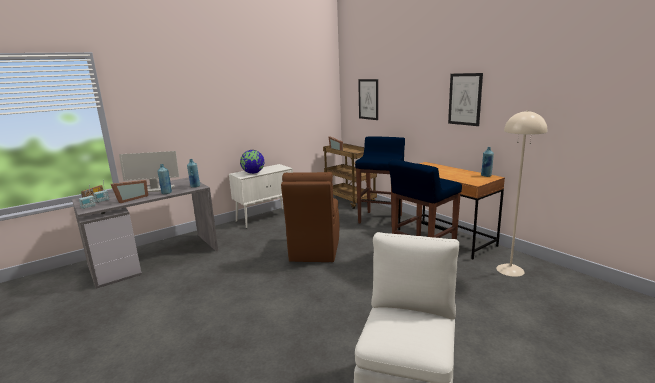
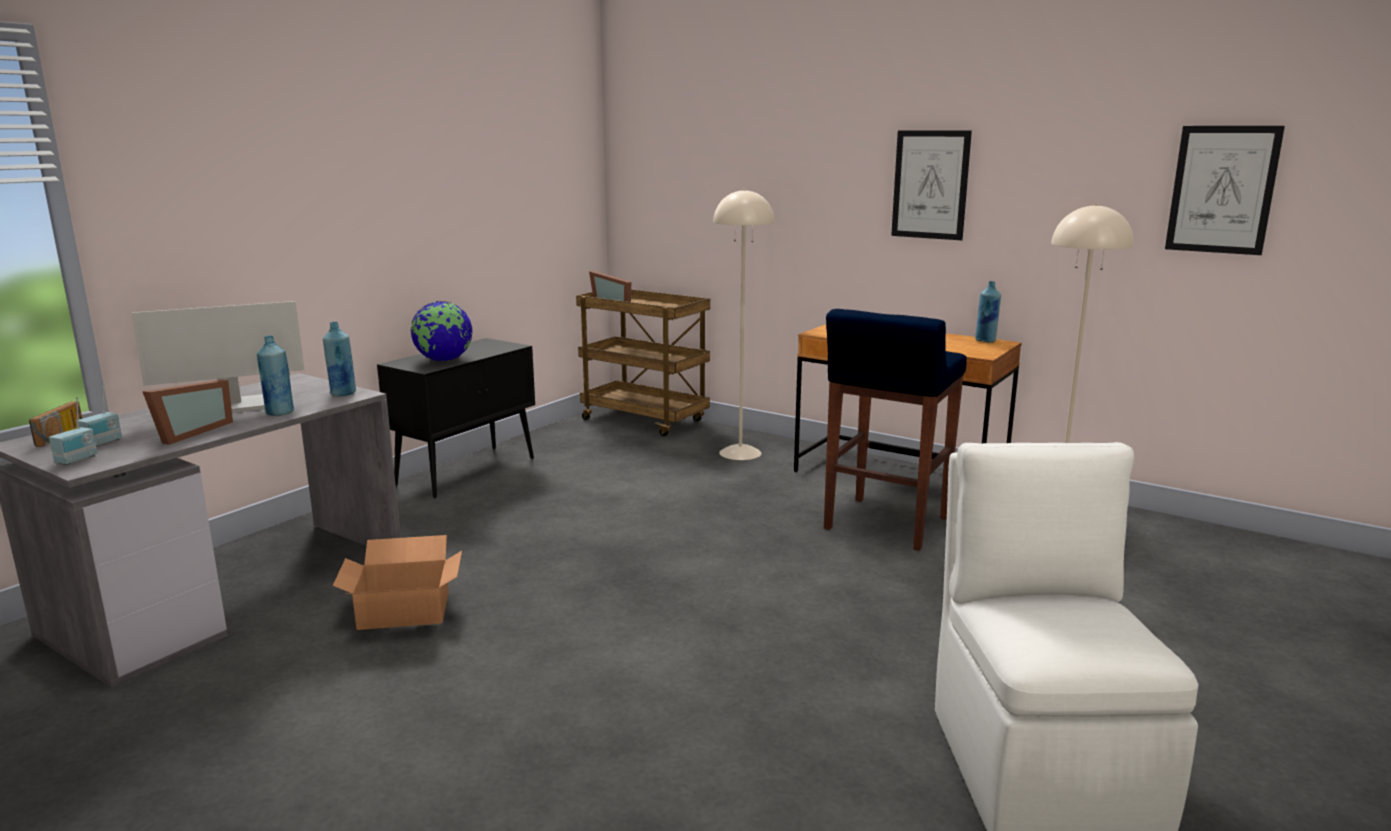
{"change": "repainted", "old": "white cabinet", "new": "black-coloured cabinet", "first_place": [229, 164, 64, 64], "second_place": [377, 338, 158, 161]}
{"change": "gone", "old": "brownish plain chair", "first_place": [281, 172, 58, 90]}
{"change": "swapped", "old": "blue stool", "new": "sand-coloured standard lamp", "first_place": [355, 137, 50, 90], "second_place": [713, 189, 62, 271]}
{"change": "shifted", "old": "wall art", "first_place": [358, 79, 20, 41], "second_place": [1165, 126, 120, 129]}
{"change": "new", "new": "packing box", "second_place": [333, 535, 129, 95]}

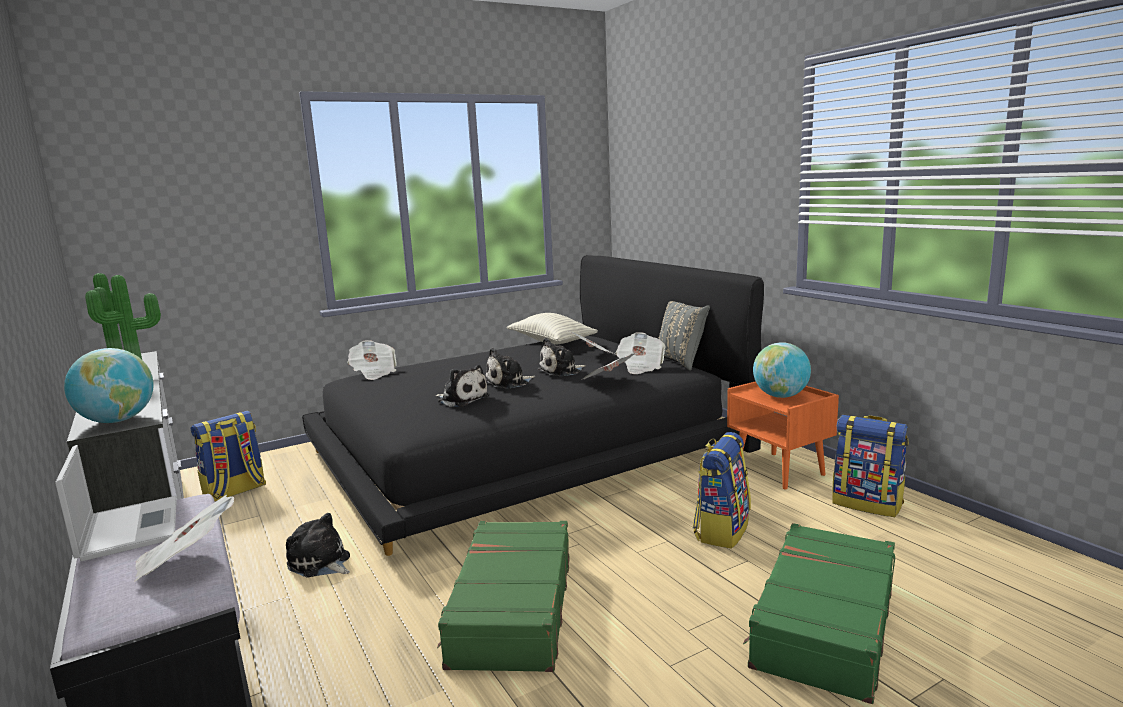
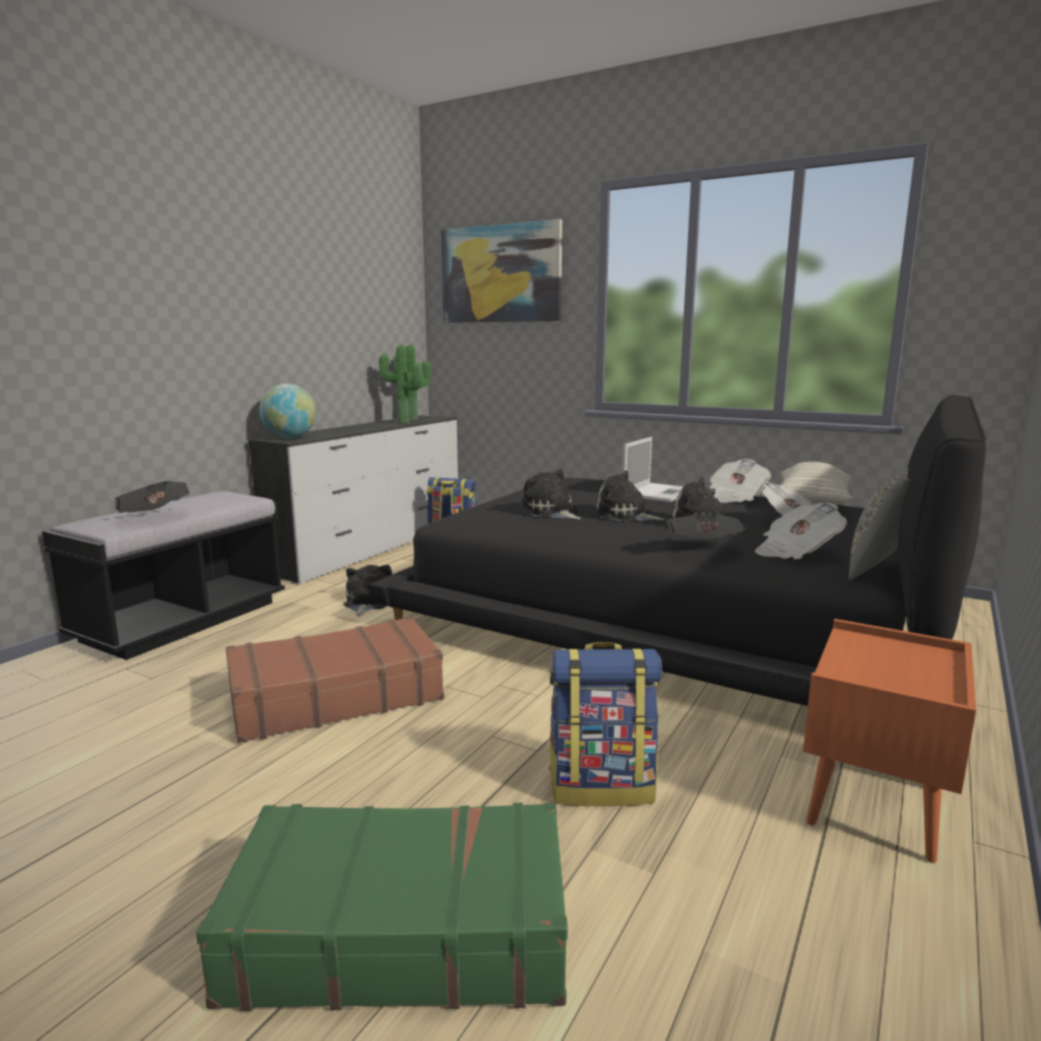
{"change": "shifted", "old": "notebook computer", "first_place": [55, 445, 122, 116], "second_place": [622, 437, 62, 65]}
{"change": "shifted", "old": "printed paper", "first_place": [348, 340, 49, 40], "second_place": [709, 459, 62, 44]}
{"change": "rotated", "old": "cuddly toy", "first_place": [435, 365, 55, 42], "second_place": [521, 468, 60, 51], "degrees": 135}
{"change": "repainted", "old": "green-coloured piece of luggage", "new": "brownish piece of luggage", "first_place": [437, 521, 133, 151], "second_place": [226, 617, 218, 126]}
{"change": "gone", "old": "globe", "first_place": [753, 342, 58, 56]}
{"change": "gone", "old": "rucksack", "first_place": [832, 415, 77, 102]}
{"change": "new", "new": "wall art", "second_place": [441, 219, 121, 104]}

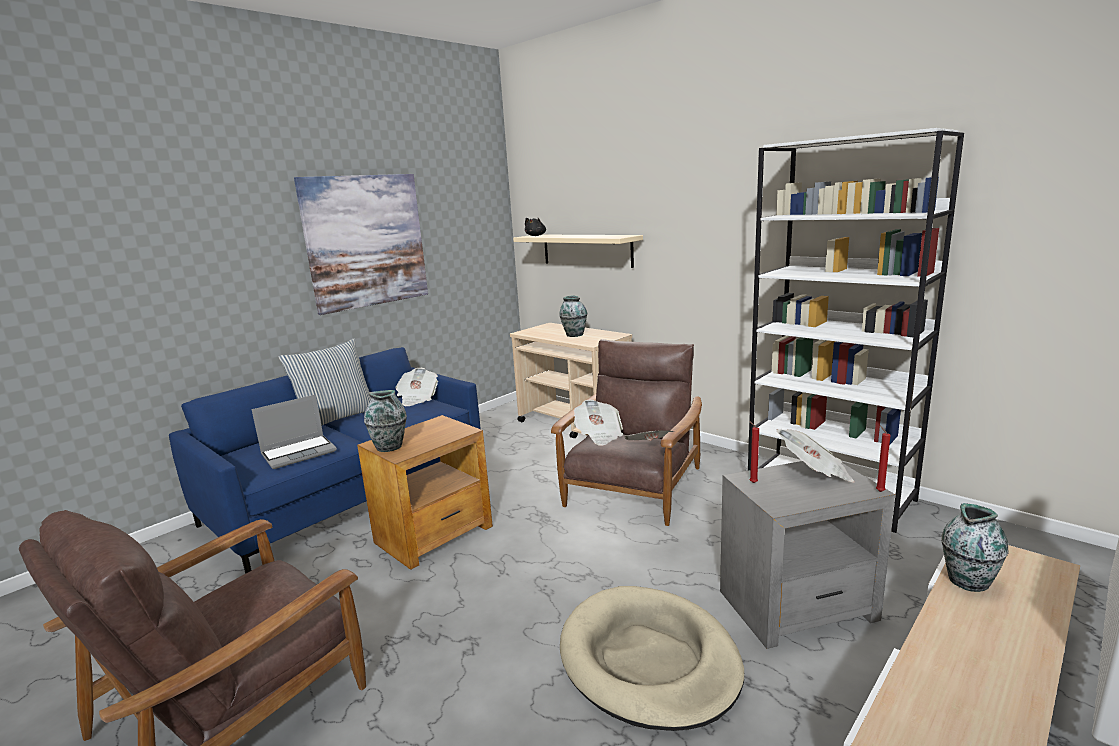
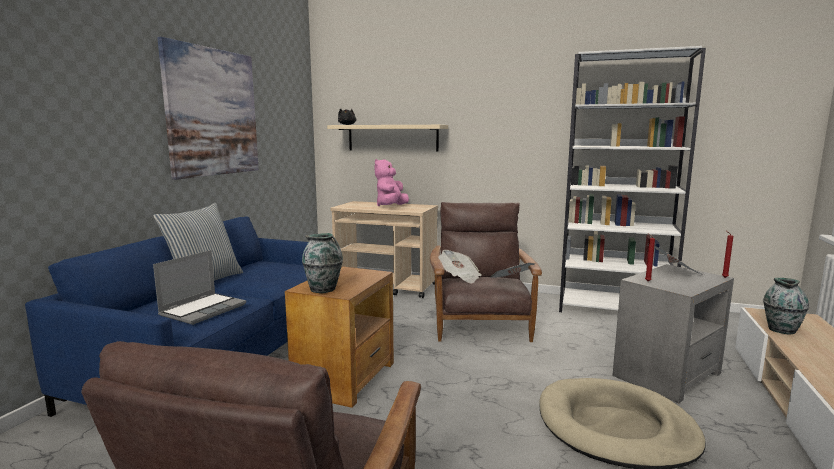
{"change": "gone", "old": "printed paper", "first_place": [395, 368, 43, 38]}
{"change": "swapped", "old": "vase", "new": "pink cuddly toy", "first_place": [560, 295, 27, 42], "second_place": [374, 159, 35, 47]}

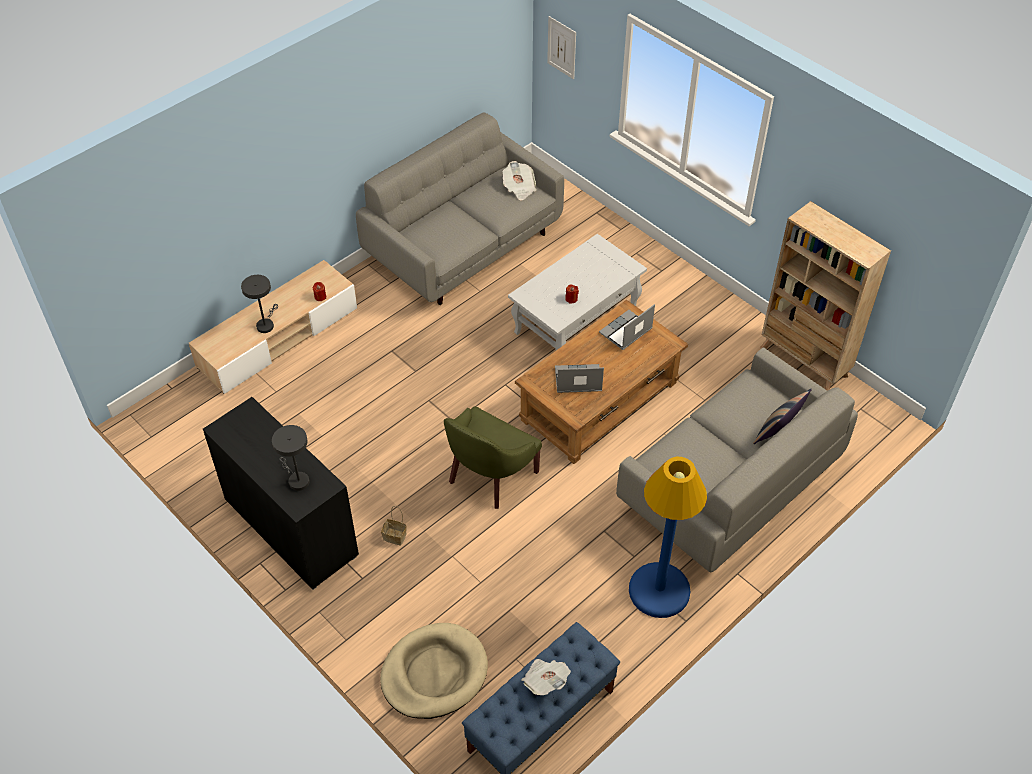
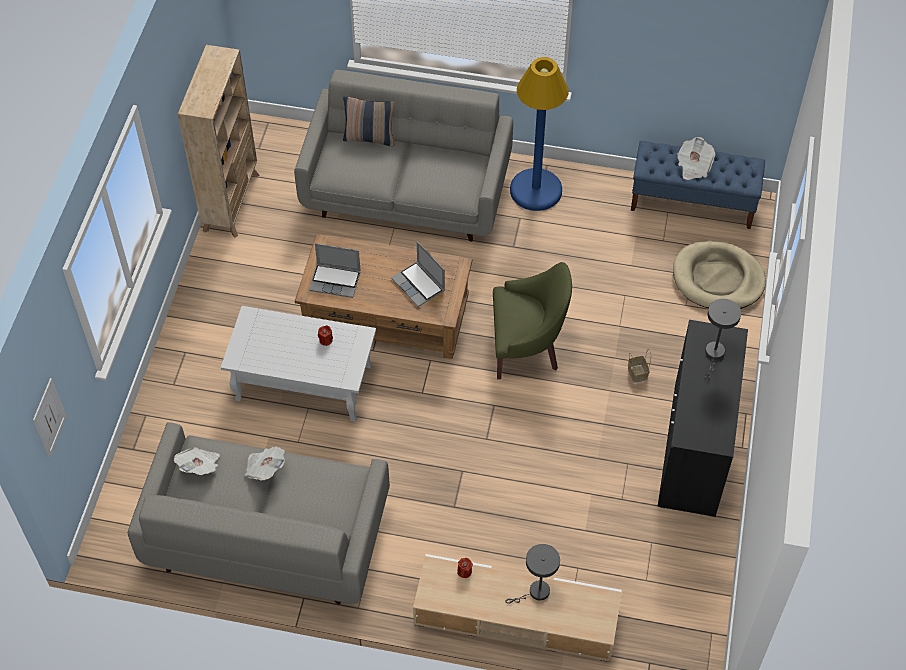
{"change": "new", "new": "printed paper", "second_place": [245, 446, 40, 34]}

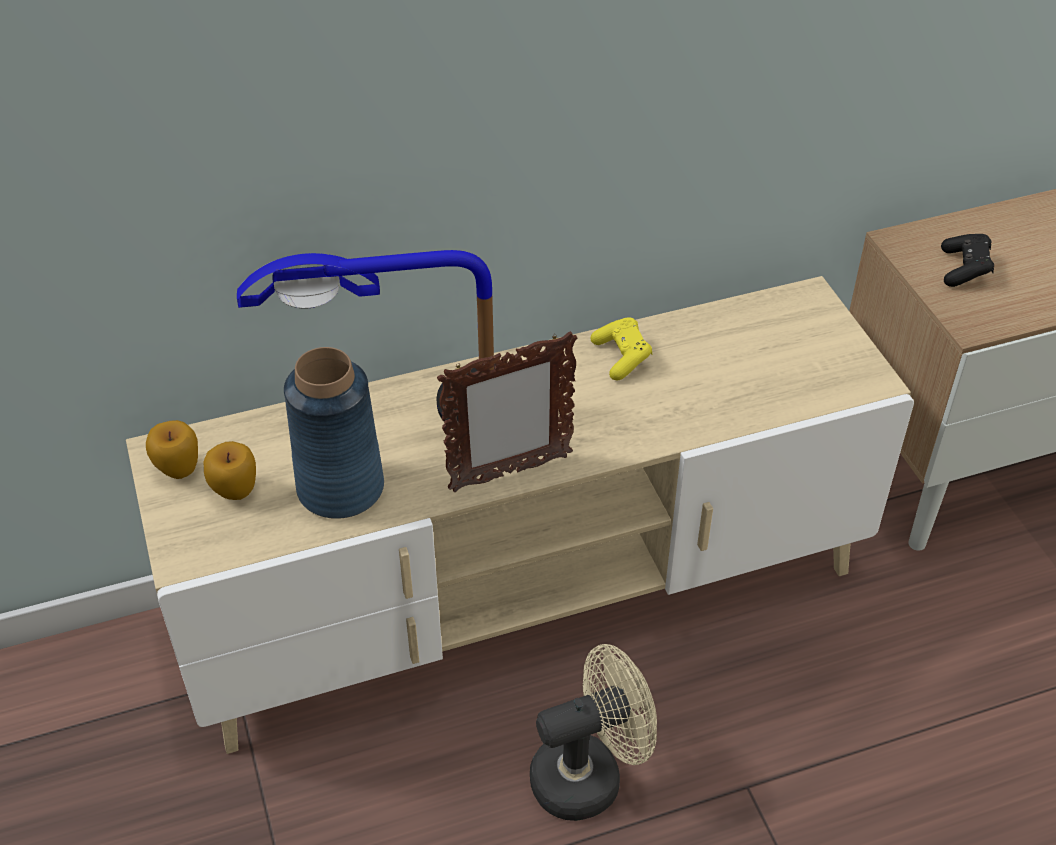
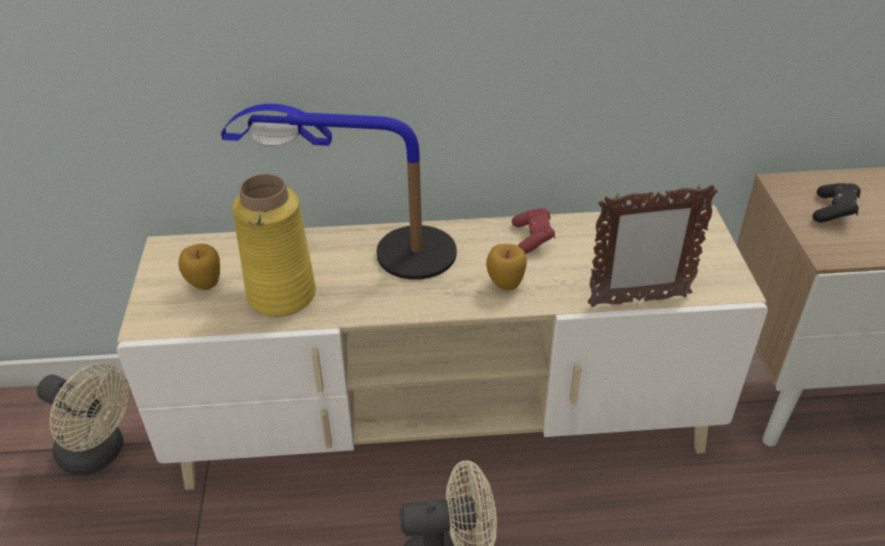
{"change": "shifted", "old": "whole apple", "first_place": [146, 420, 52, 59], "second_place": [486, 244, 41, 47]}
{"change": "repainted", "old": "blue vase", "new": "yellow-coloured vase", "first_place": [284, 347, 100, 172], "second_place": [232, 174, 84, 143]}
{"change": "shifted", "old": "photo frame", "first_place": [437, 331, 140, 161], "second_place": [588, 184, 130, 123]}
{"change": "repainted", "old": "yellow-coloured game controller", "new": "reddish game controller", "first_place": [591, 317, 61, 63], "second_place": [512, 208, 43, 46]}
{"change": "new", "new": "sand-coloured electric fan", "second_place": [37, 363, 92, 113]}

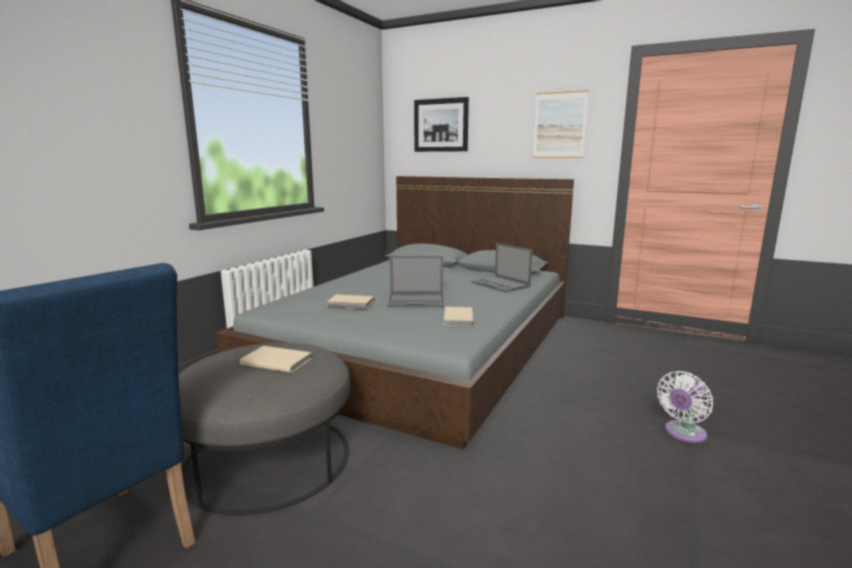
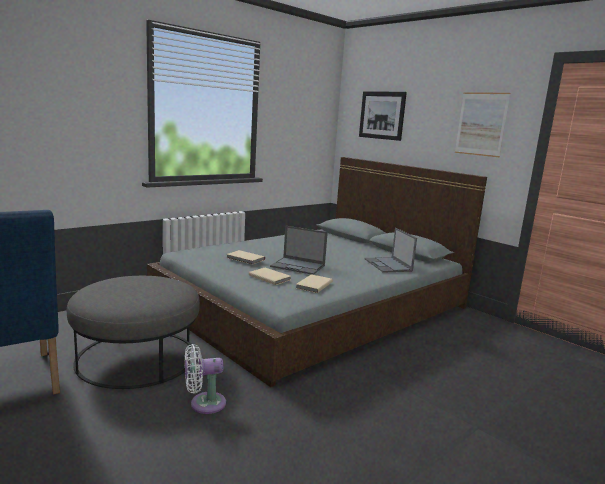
{"change": "shifted", "old": "sand-coloured book", "first_place": [240, 346, 72, 27], "second_place": [249, 268, 42, 17]}
{"change": "shifted", "old": "white electric fan", "first_place": [657, 371, 56, 72], "second_place": [185, 344, 41, 70]}

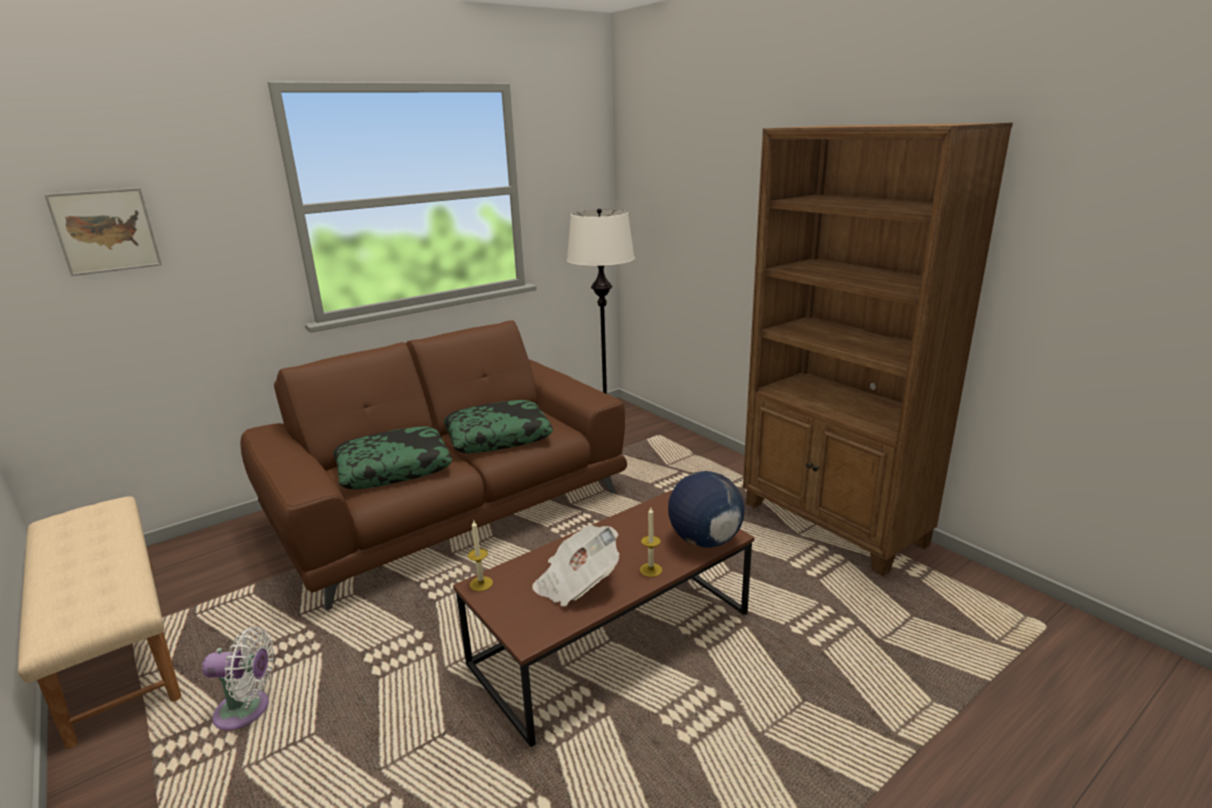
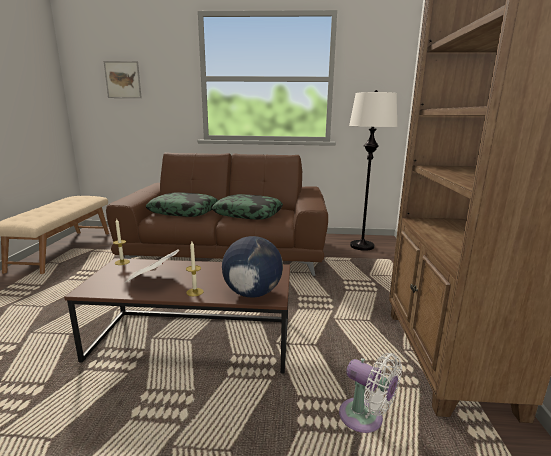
{"change": "shifted", "old": "white electric fan", "first_place": [202, 627, 72, 103], "second_place": [339, 353, 63, 80]}

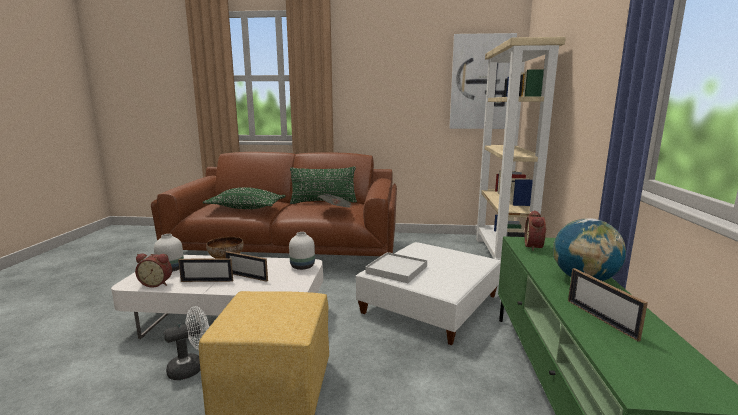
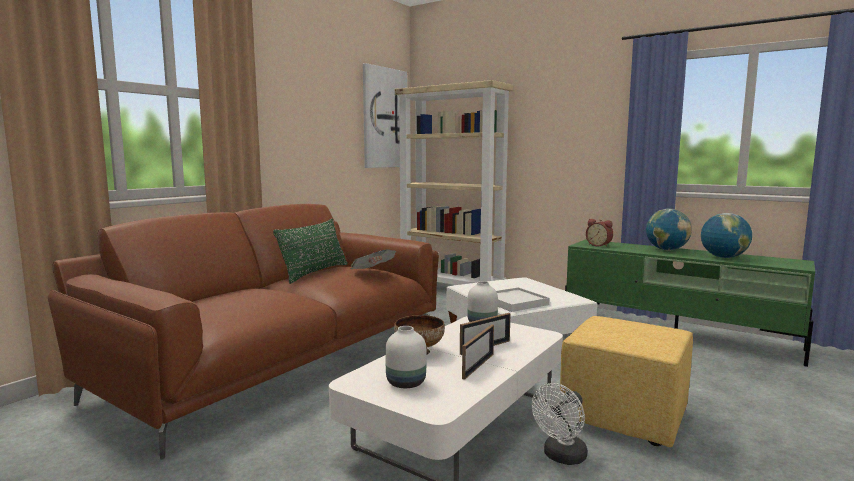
{"change": "gone", "old": "bedside clock", "first_place": [135, 253, 37, 34]}
{"change": "rotated", "old": "white electric fan", "first_place": [164, 306, 45, 74], "second_place": [532, 383, 55, 82], "degrees": -135}
{"change": "gone", "old": "green-coloured pillow", "first_place": [203, 187, 83, 22]}
{"change": "swapped", "old": "photo frame", "new": "globe", "first_place": [568, 268, 80, 73], "second_place": [701, 213, 51, 45]}

